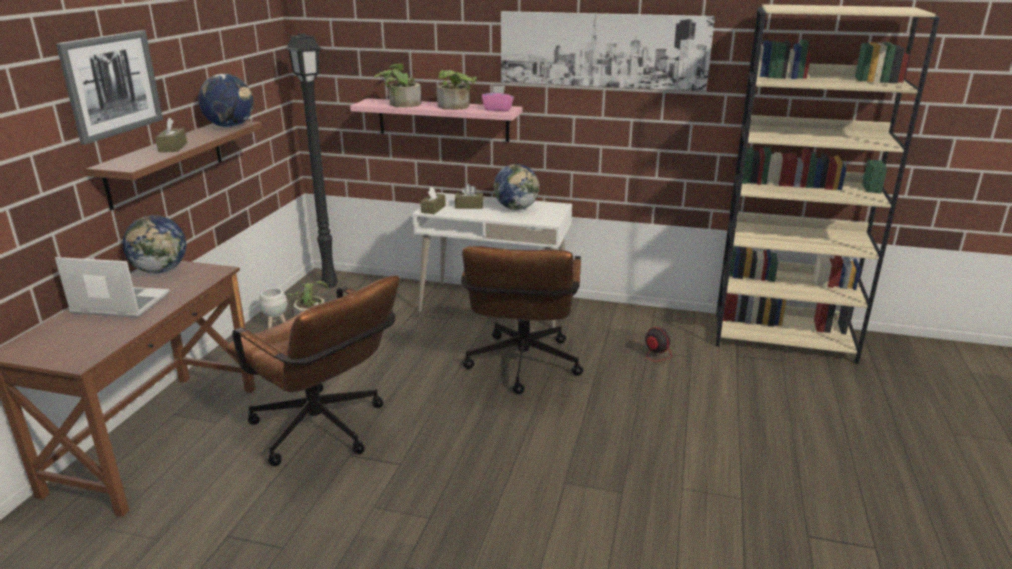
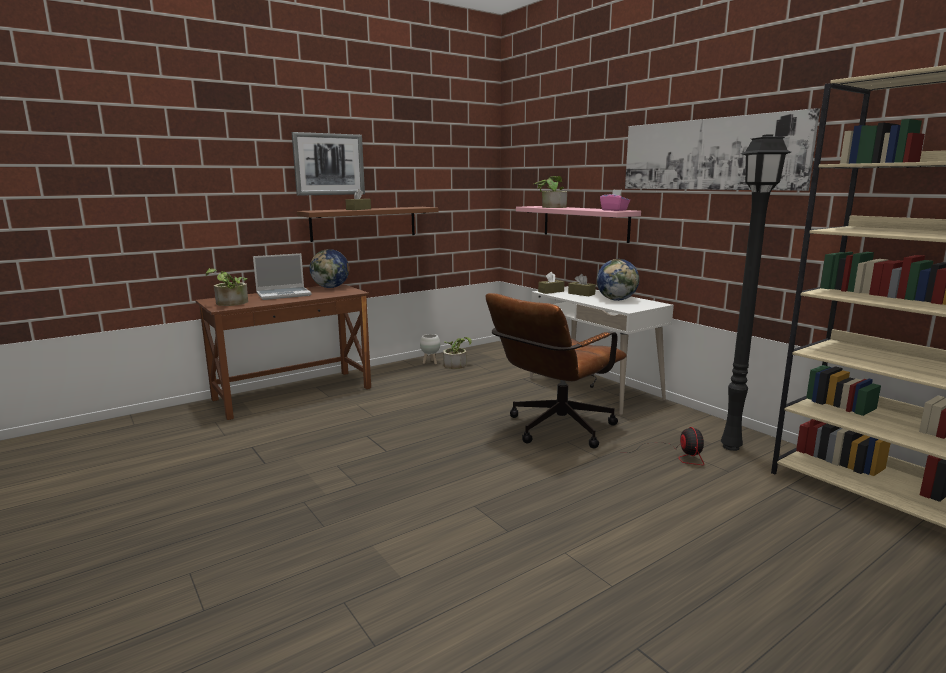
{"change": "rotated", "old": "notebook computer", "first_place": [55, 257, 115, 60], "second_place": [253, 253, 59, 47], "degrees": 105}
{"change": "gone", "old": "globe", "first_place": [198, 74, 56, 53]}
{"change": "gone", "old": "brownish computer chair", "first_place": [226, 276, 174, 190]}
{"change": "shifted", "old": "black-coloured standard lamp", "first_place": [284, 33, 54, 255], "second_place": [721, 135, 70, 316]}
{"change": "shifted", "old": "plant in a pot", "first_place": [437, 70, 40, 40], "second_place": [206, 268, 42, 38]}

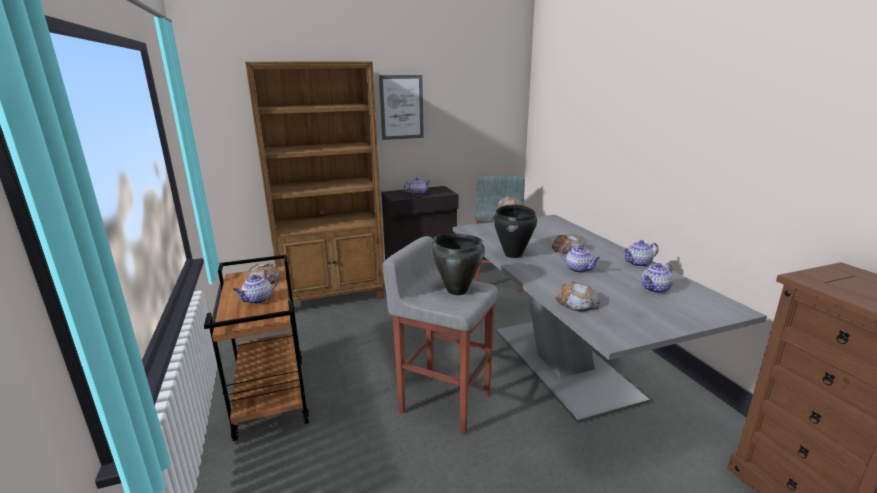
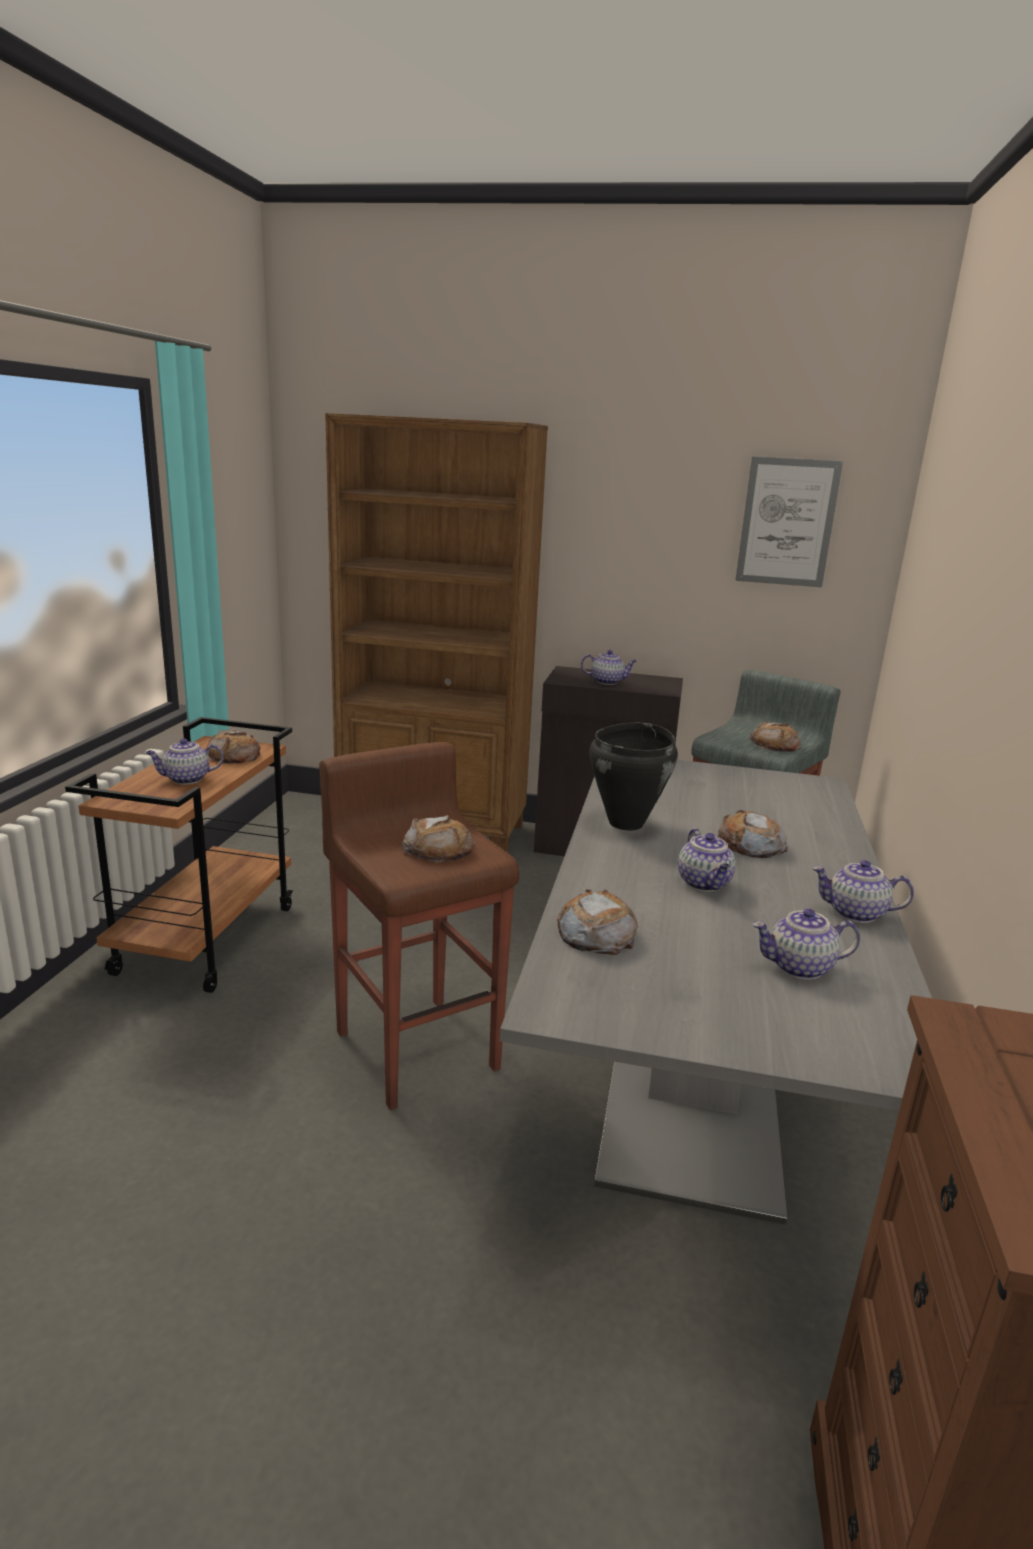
{"change": "shifted", "old": "wall art", "first_place": [379, 75, 45, 65], "second_place": [735, 457, 108, 130]}
{"change": "repainted", "old": "greyish stool", "new": "brownish stool", "first_place": [382, 236, 116, 199], "second_place": [319, 742, 200, 368]}
{"change": "swapped", "old": "black-coloured saucepot", "new": "baked bread", "first_place": [431, 233, 54, 62], "second_place": [402, 815, 74, 48]}

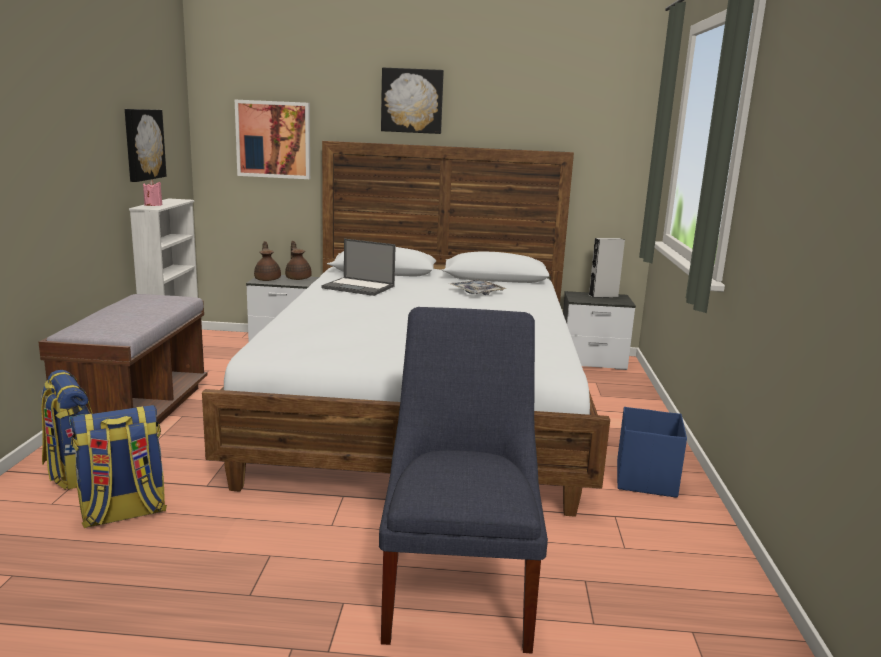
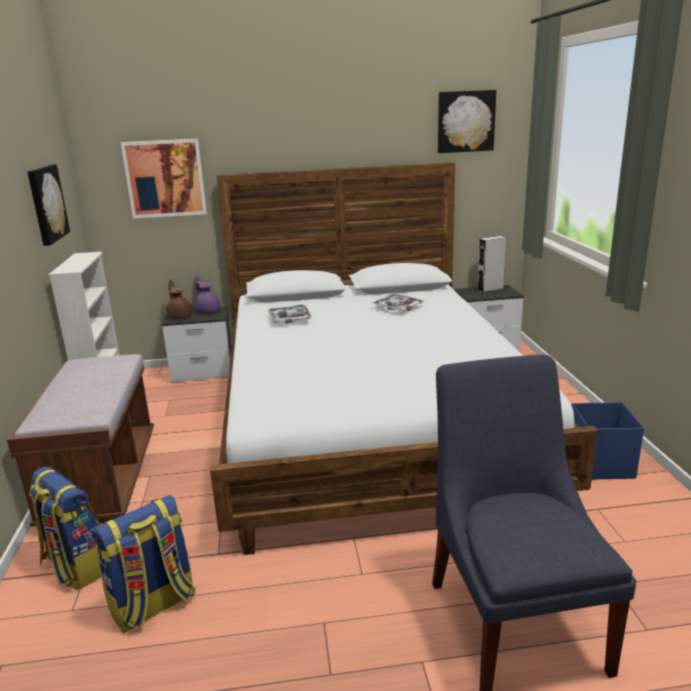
{"change": "gone", "old": "pink candle", "first_place": [143, 180, 20, 26]}
{"change": "repainted", "old": "brownish tea pot", "new": "purple-coloured tea pot", "first_place": [285, 241, 27, 39], "second_place": [195, 275, 26, 38]}
{"change": "swapped", "old": "notebook computer", "new": "serving tray", "first_place": [322, 239, 74, 57], "second_place": [268, 305, 44, 19]}
{"change": "shifted", "old": "wall art", "first_place": [381, 67, 63, 67], "second_place": [438, 90, 58, 63]}

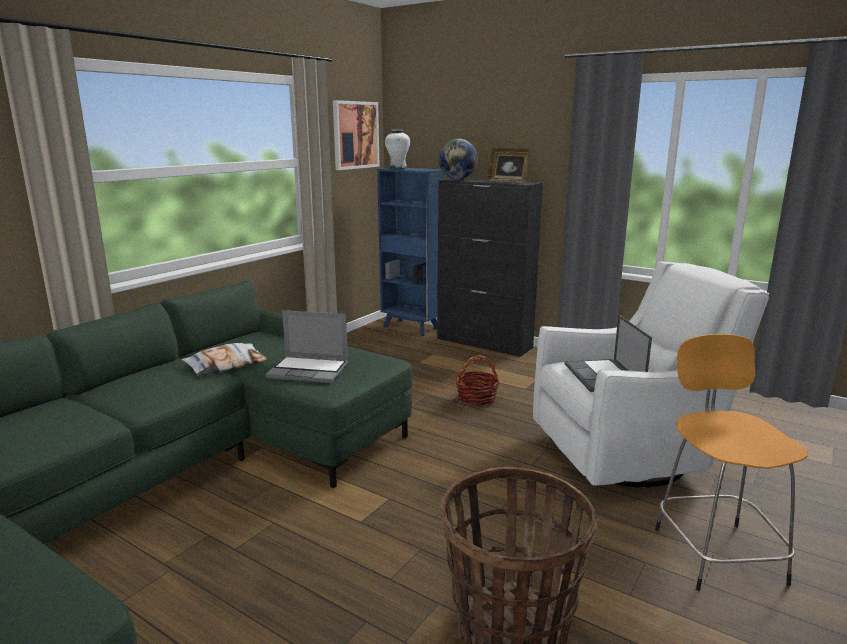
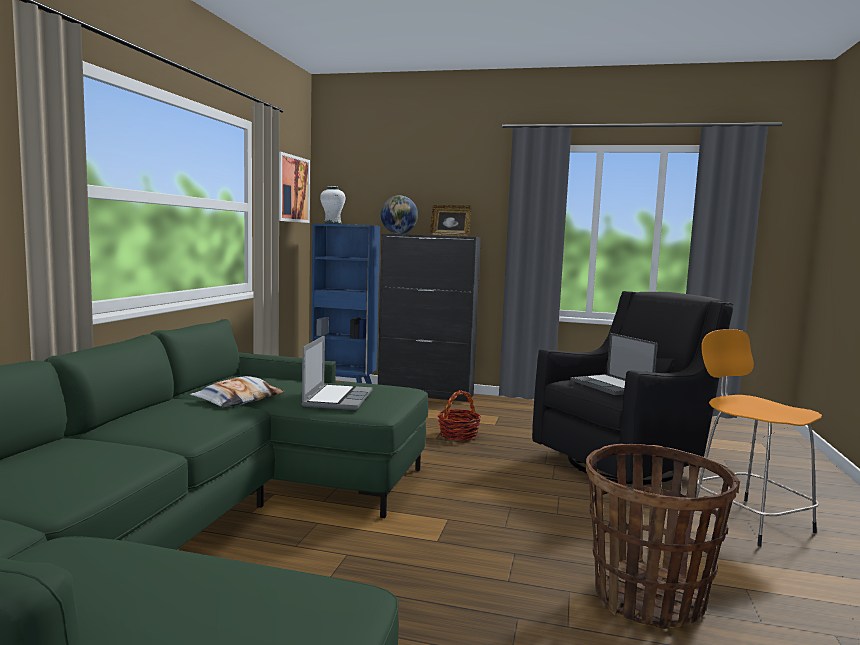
{"change": "rotated", "old": "notebook computer", "first_place": [266, 310, 82, 73], "second_place": [302, 335, 71, 75], "degrees": -75}
{"change": "repainted", "old": "white lounge chair", "new": "black-coloured lounge chair", "first_place": [533, 261, 236, 227], "second_place": [532, 291, 201, 194]}

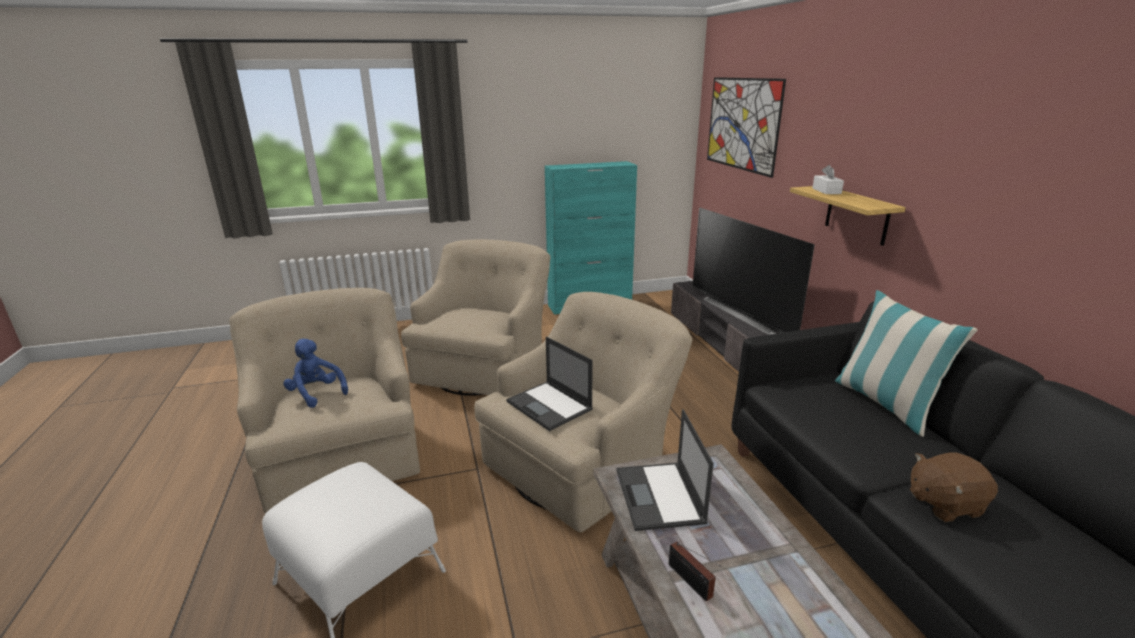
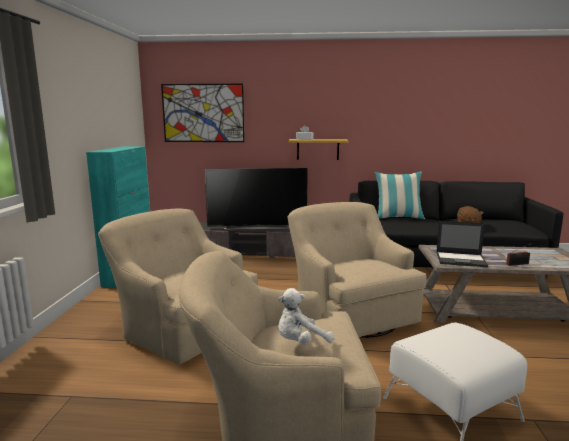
{"change": "repainted", "old": "blue cuddly toy", "new": "white cuddly toy", "first_place": [283, 339, 65, 69], "second_place": [278, 288, 56, 57]}
{"change": "gone", "old": "notebook computer", "first_place": [506, 337, 87, 94]}

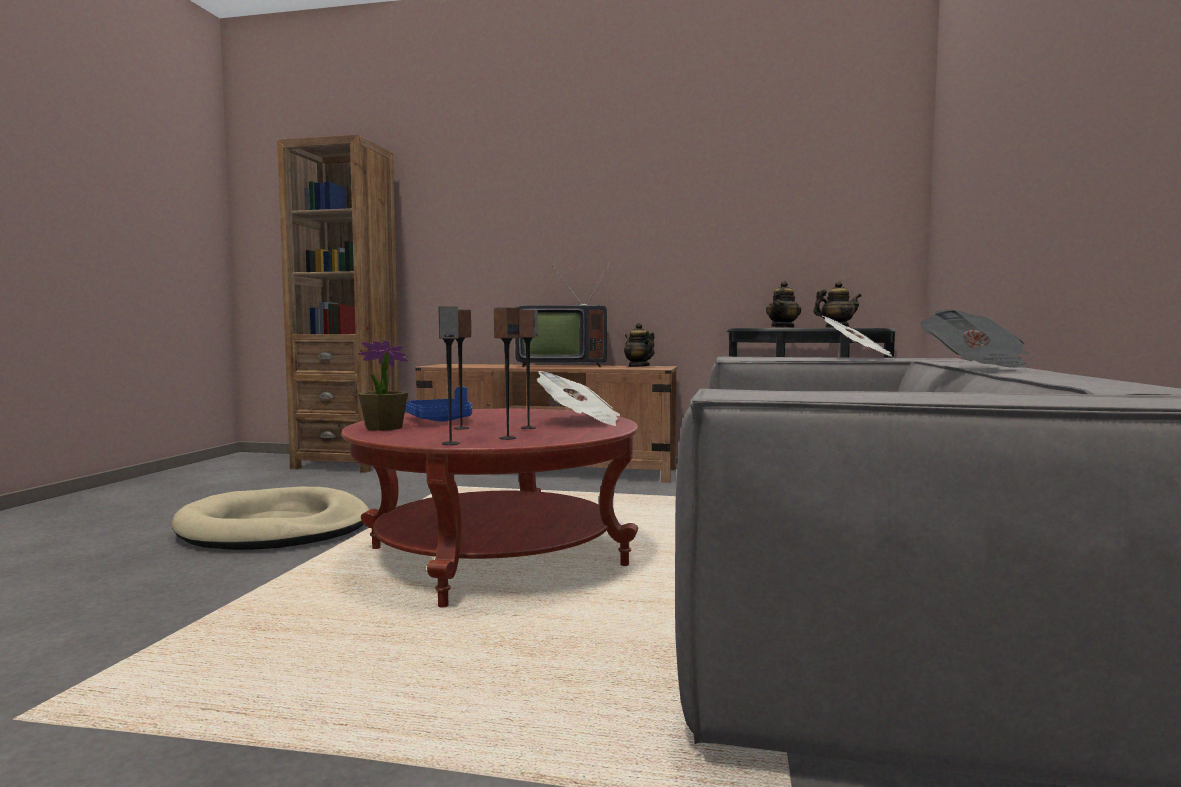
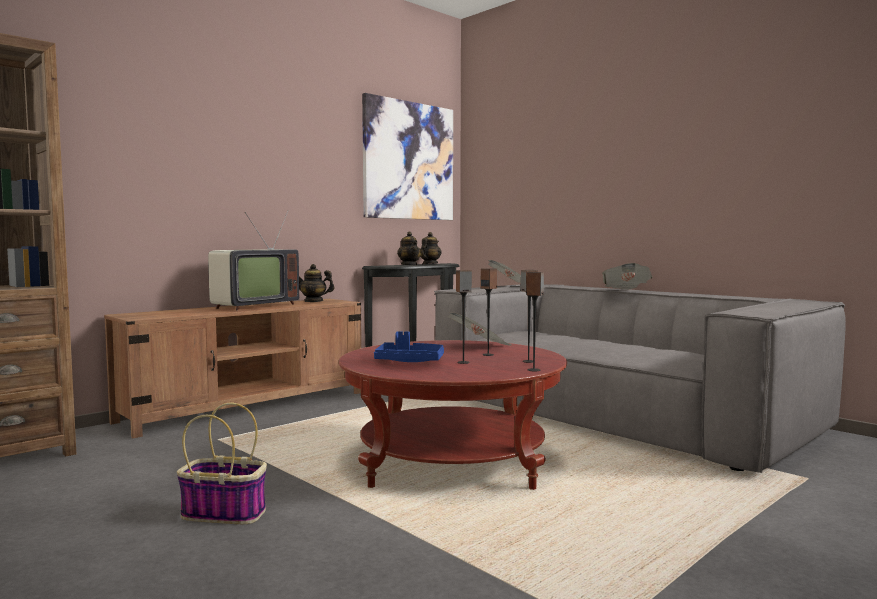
{"change": "swapped", "old": "sand-coloured dog bed", "new": "storage basket", "first_place": [172, 487, 197, 63], "second_place": [177, 403, 90, 121]}
{"change": "gone", "old": "plant in a pot", "first_place": [358, 340, 50, 91]}
{"change": "new", "new": "wall art", "second_place": [362, 93, 91, 127]}

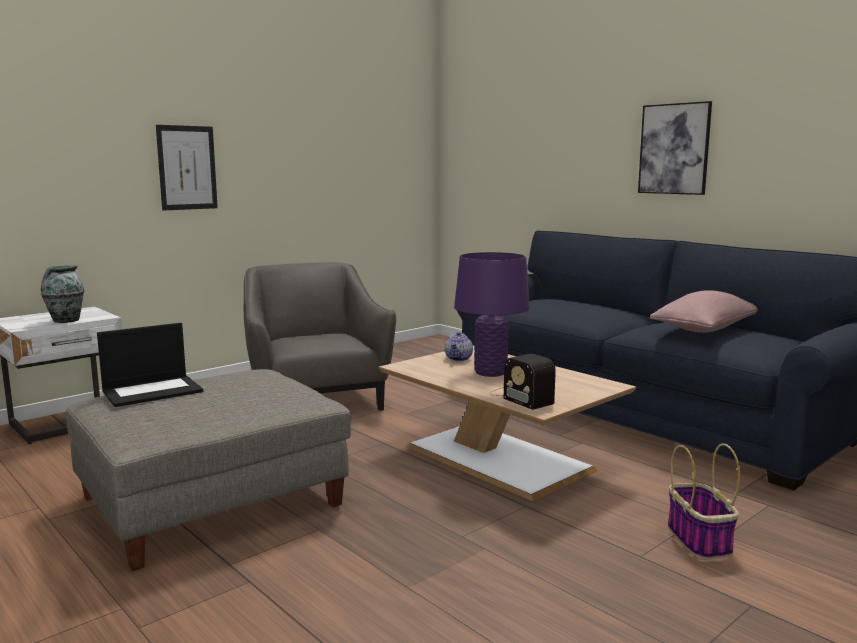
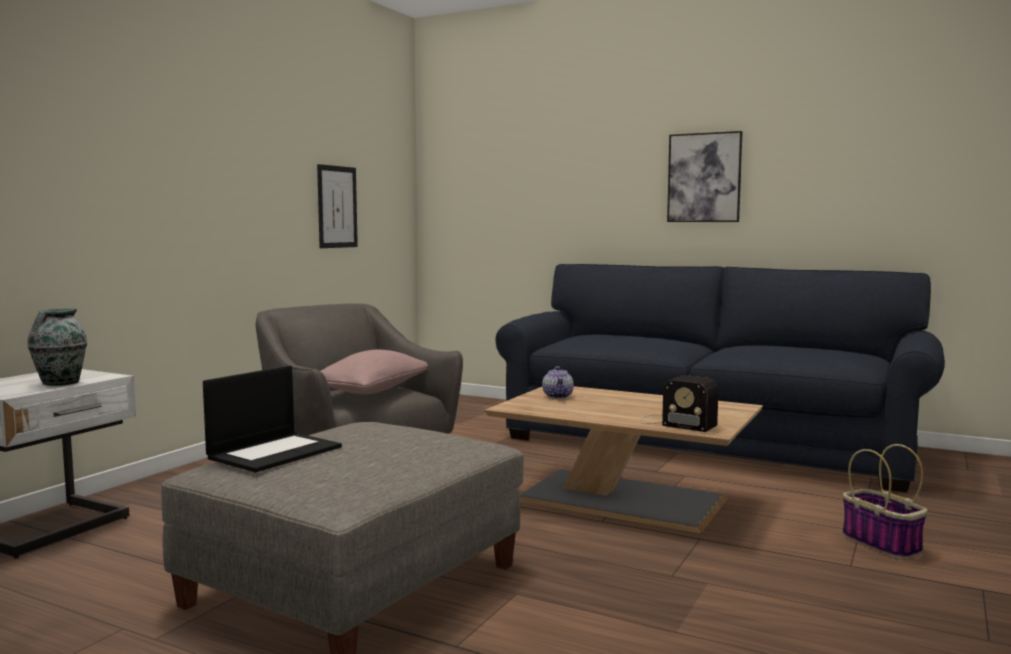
{"change": "shifted", "old": "wall art", "first_place": [156, 125, 62, 86], "second_place": [317, 164, 41, 84]}
{"change": "gone", "old": "purple-coloured lamp for a table", "first_place": [454, 252, 76, 125]}
{"change": "shifted", "old": "pink pillow", "first_place": [650, 290, 108, 43], "second_place": [321, 349, 107, 45]}

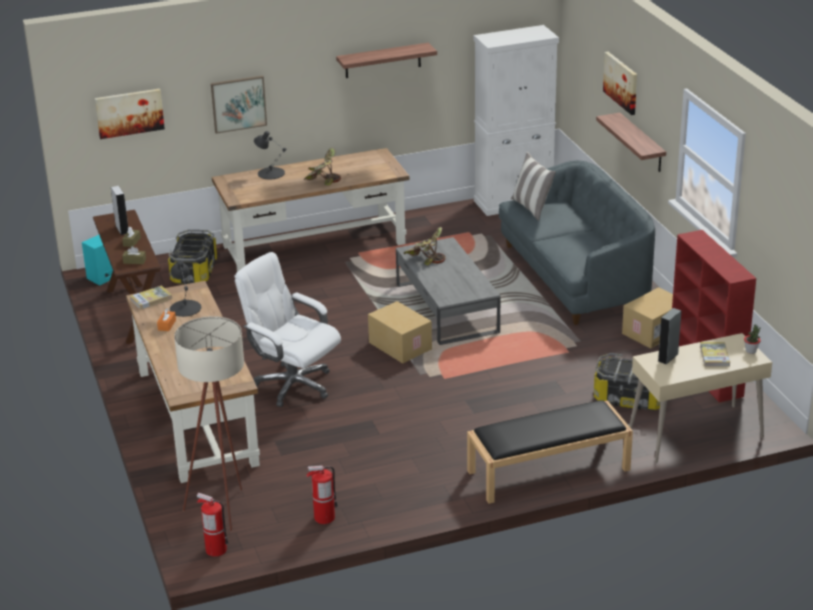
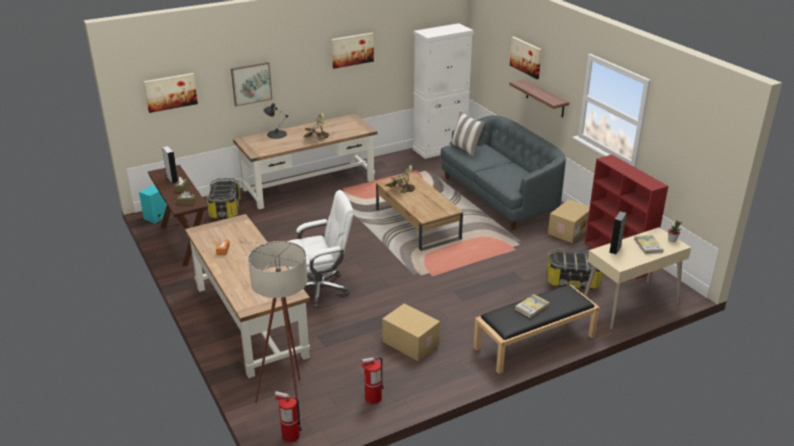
{"change": "shifted", "old": "book", "first_place": [130, 285, 42, 25], "second_place": [515, 294, 34, 24]}
{"change": "gone", "old": "black-coloured lamp for a table", "first_place": [170, 260, 31, 57]}
{"change": "rotated", "old": "white computer chair", "first_place": [234, 252, 107, 155], "second_place": [288, 190, 66, 118], "degrees": 135}
{"change": "swapped", "old": "bracket shelf", "new": "wall art", "first_place": [336, 43, 101, 35], "second_place": [331, 33, 43, 36]}
{"change": "shifted", "old": "packing box", "first_place": [368, 301, 64, 62], "second_place": [382, 303, 58, 58]}
{"change": "repainted", "old": "greyish lounge table", "new": "brownish lounge table", "first_place": [396, 237, 104, 108], "second_place": [376, 173, 87, 78]}

